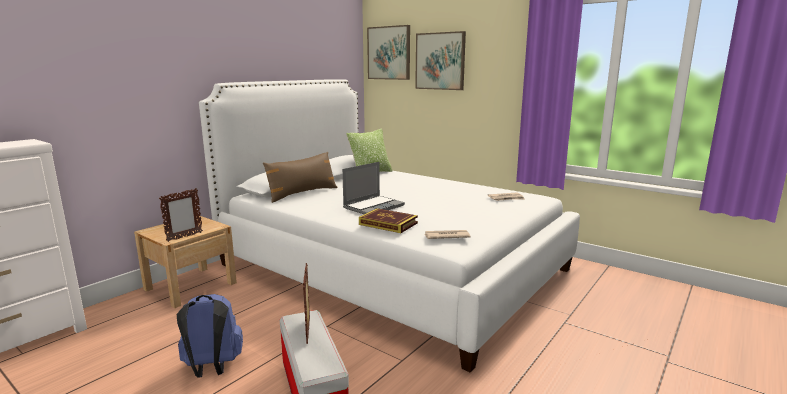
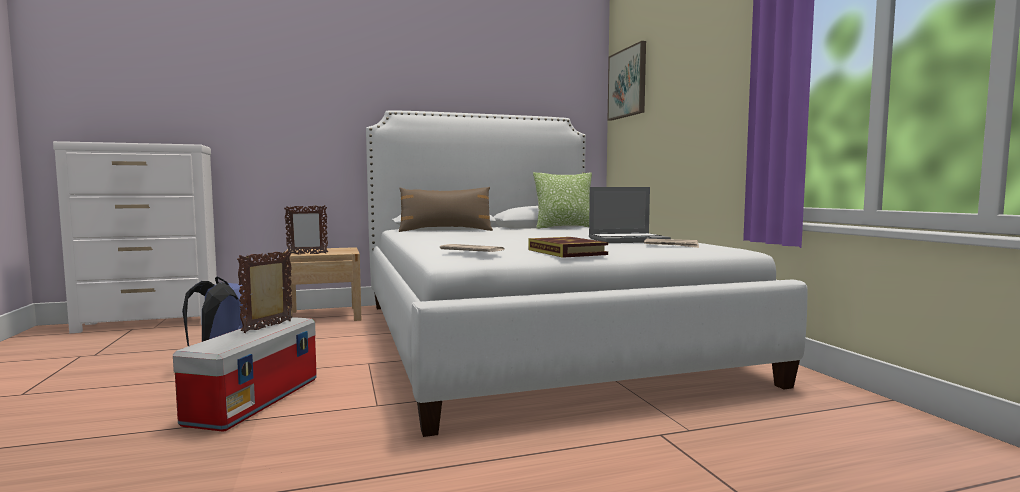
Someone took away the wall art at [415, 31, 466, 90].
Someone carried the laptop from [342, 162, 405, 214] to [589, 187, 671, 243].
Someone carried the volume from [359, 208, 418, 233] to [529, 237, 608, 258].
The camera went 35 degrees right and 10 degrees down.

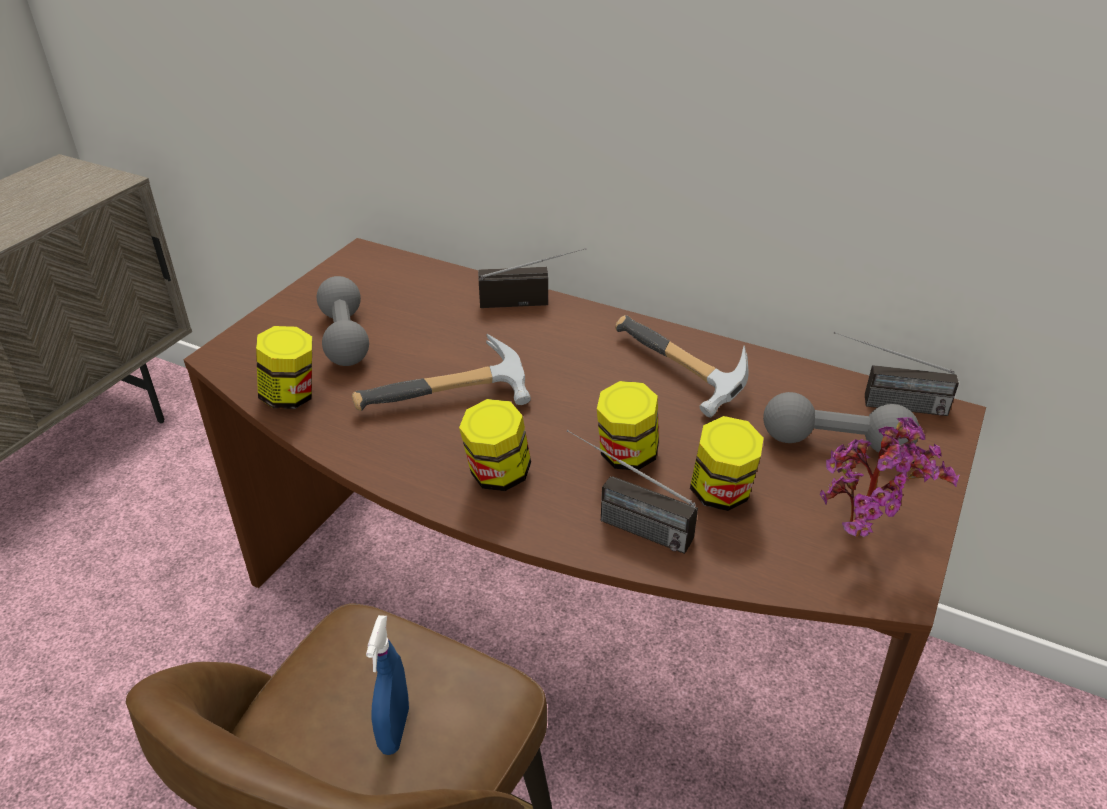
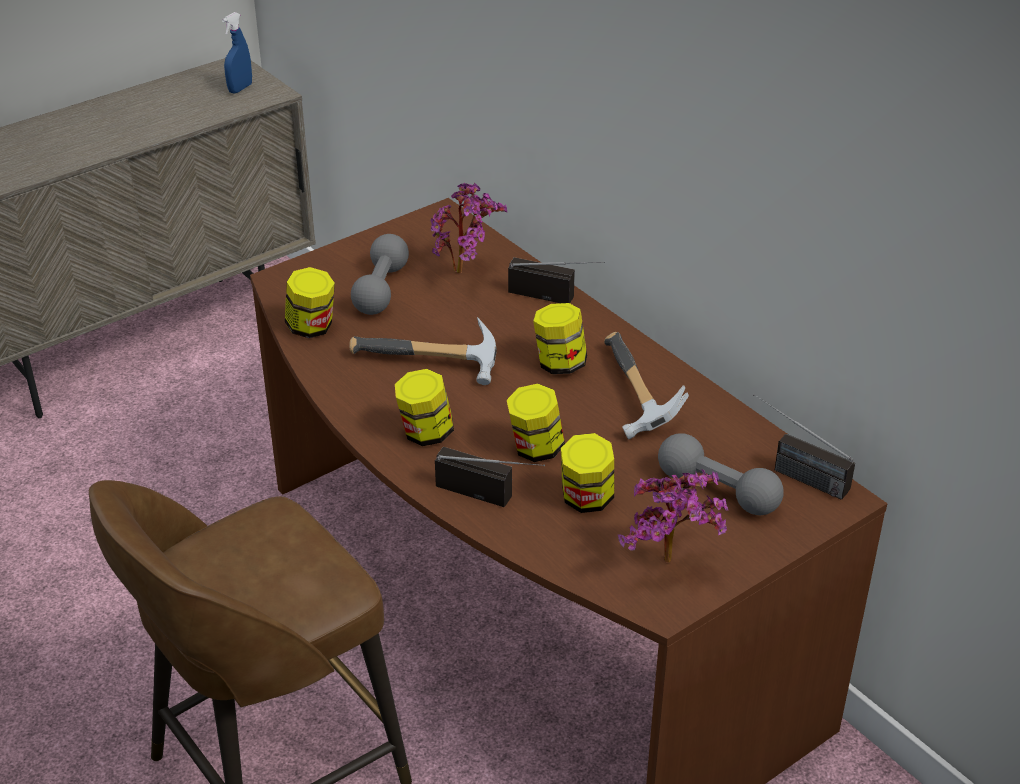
Someone put down the plant in a pot at [430, 183, 507, 273].
Someone put down the jar at [533, 303, 587, 374].
Someone carried the hand sprayer in bluish from [366, 615, 409, 755] to [222, 12, 252, 94].
Someone rotated the radio set at [567, 430, 698, 554] by 150 degrees clockwise.
The camera went 25 degrees right and 0 degrees up.

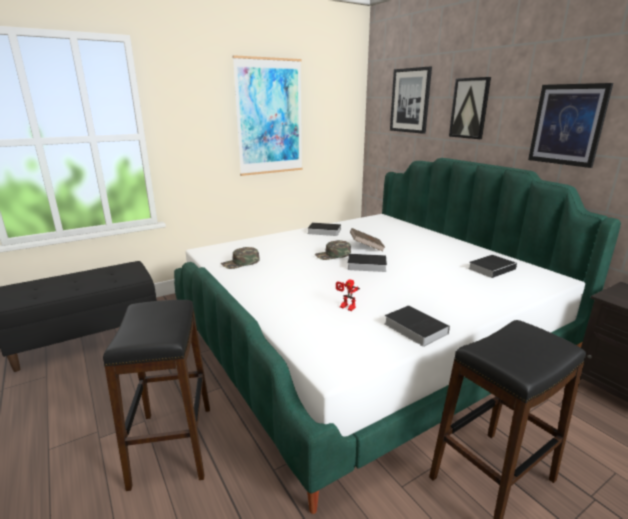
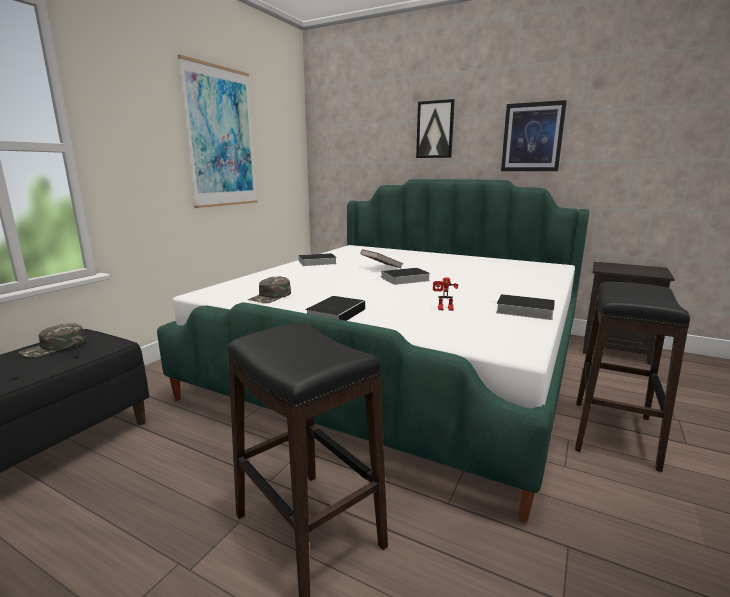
Someone took away the wall art at [390, 67, 432, 134].
Someone carried the cap in green from [315, 240, 351, 260] to [19, 323, 86, 357].
Someone carried the volume from [468, 255, 517, 278] to [305, 296, 365, 321].
The camera went 30 degrees left and 5 degrees down.

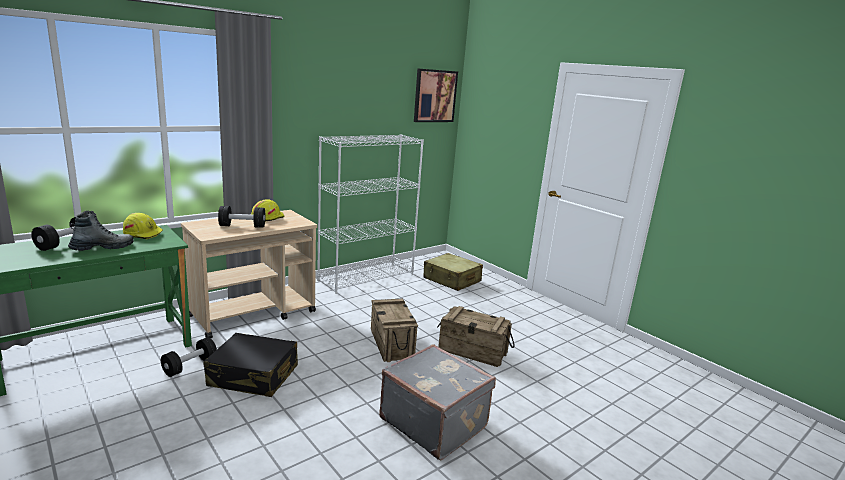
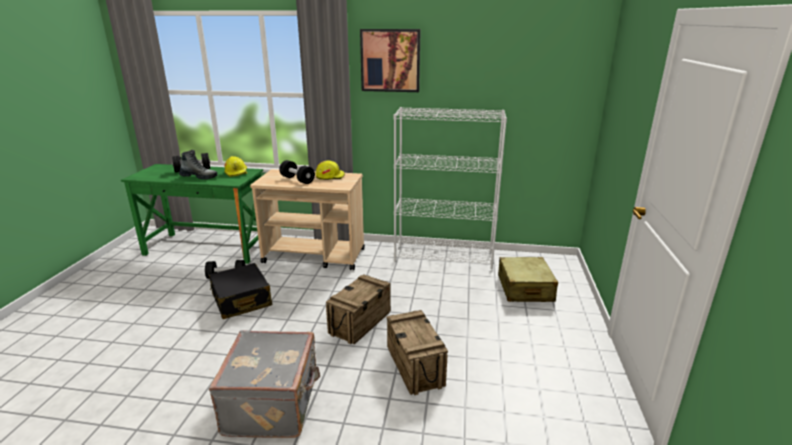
Someone carried the wall art from [414, 68, 458, 122] to [360, 29, 421, 92].
The camera went 50 degrees right and 5 degrees up.

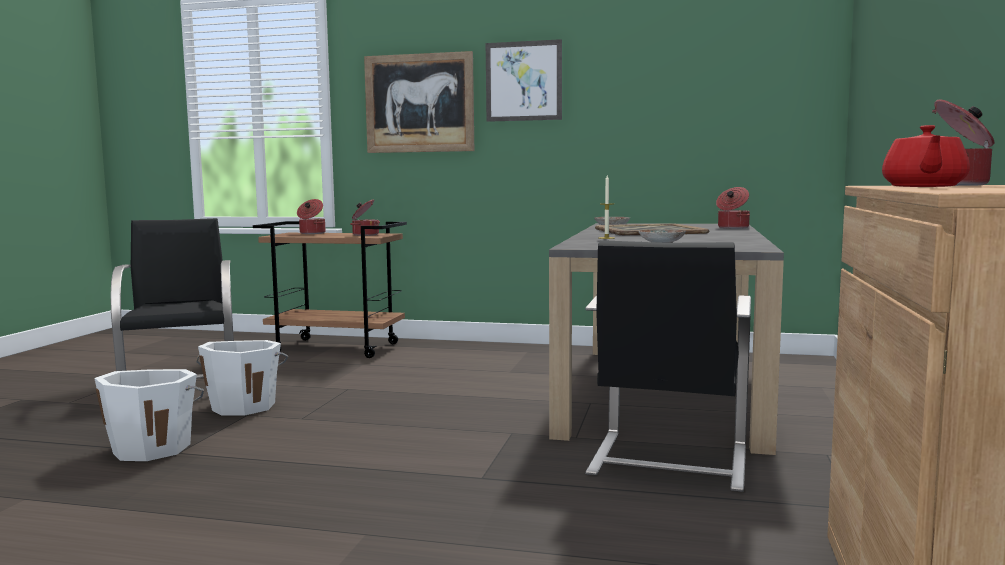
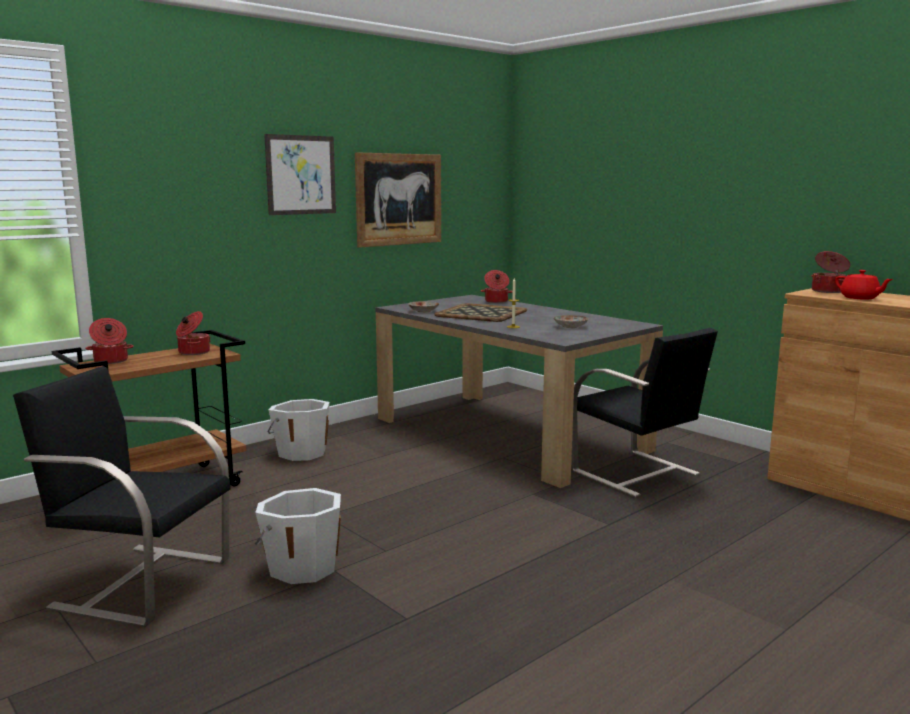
Someone carried the pail in whitish from [94, 369, 204, 461] to [268, 399, 330, 461].
Someone carried the wall art from [364, 51, 474, 153] to [355, 152, 441, 248].
The camera went 55 degrees left and 5 degrees up.

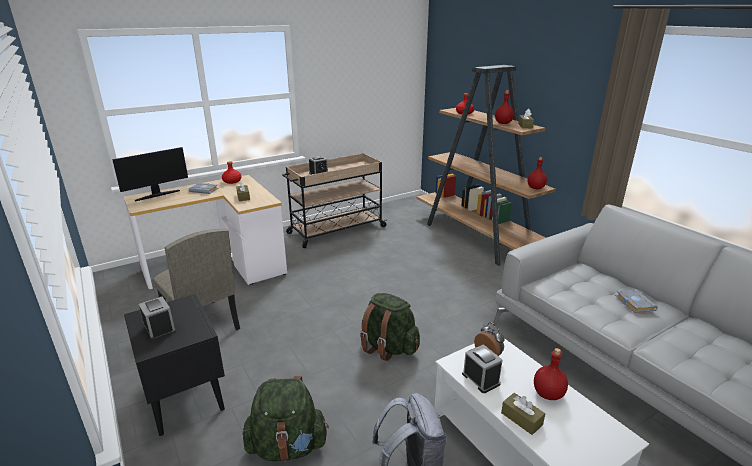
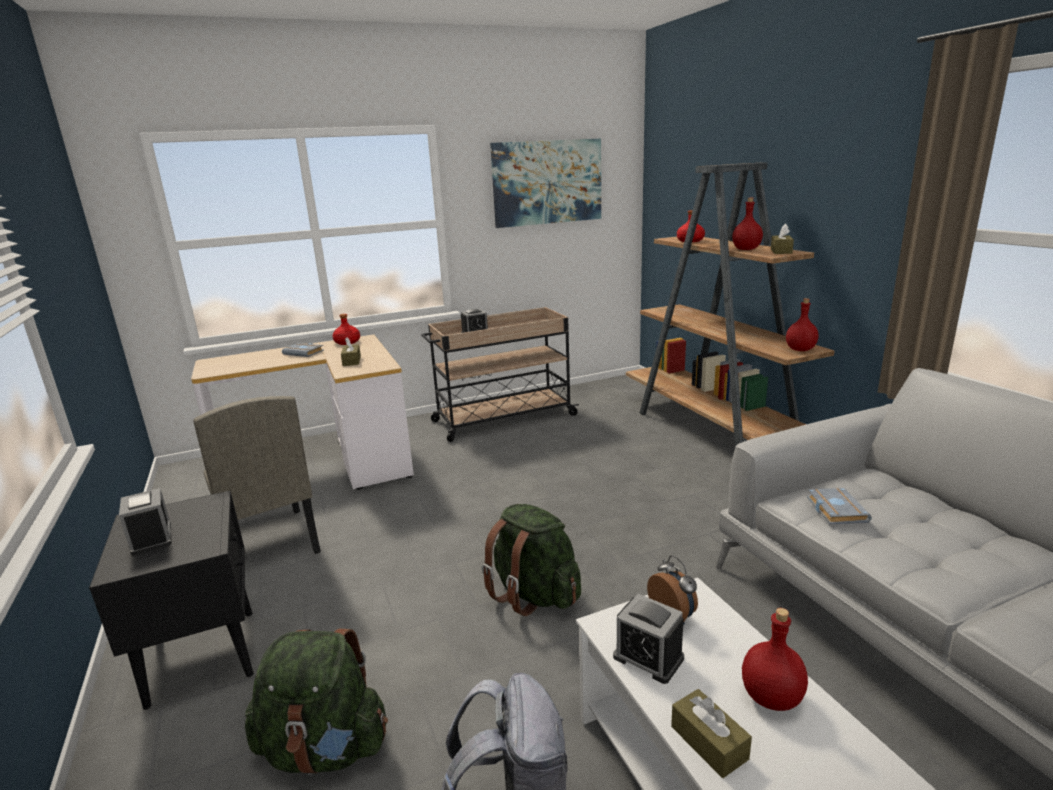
Someone took away the computer screen at [112, 147, 188, 201].
Someone put up the wall art at [490, 139, 601, 228].
Someone carried the volume in grey from [615, 289, 658, 313] to [807, 488, 872, 524].
Someone rotated the table clock at [462, 344, 503, 393] by 150 degrees clockwise.
The camera went 10 degrees right and 5 degrees down.

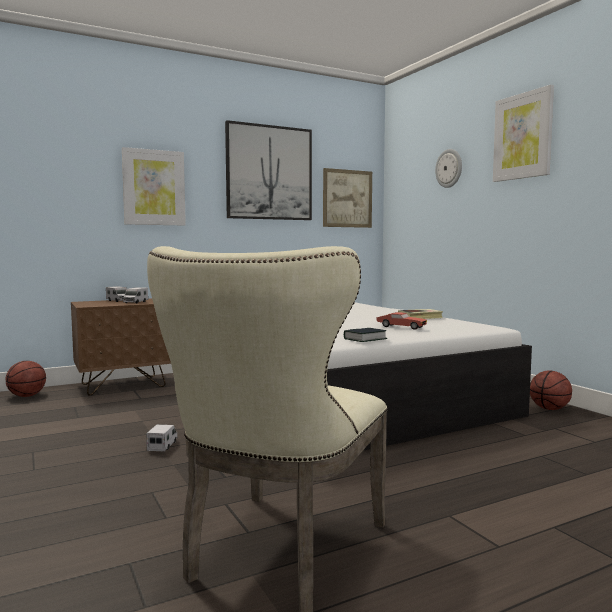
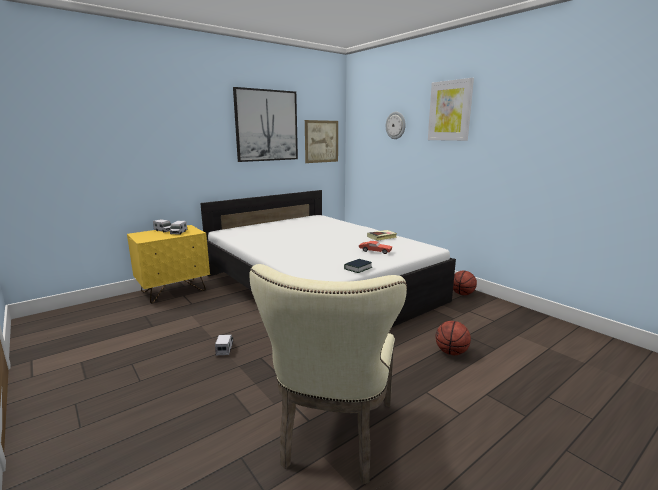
Someone took away the wall art at [122, 147, 186, 225].
Someone carried the ball for basketball from [5, 361, 46, 397] to [435, 321, 471, 355].
Someone repainted the night table in brown at [71, 298, 171, 396], which became the night table in yellow at [127, 225, 210, 303].
The camera went 10 degrees left and 10 degrees up.

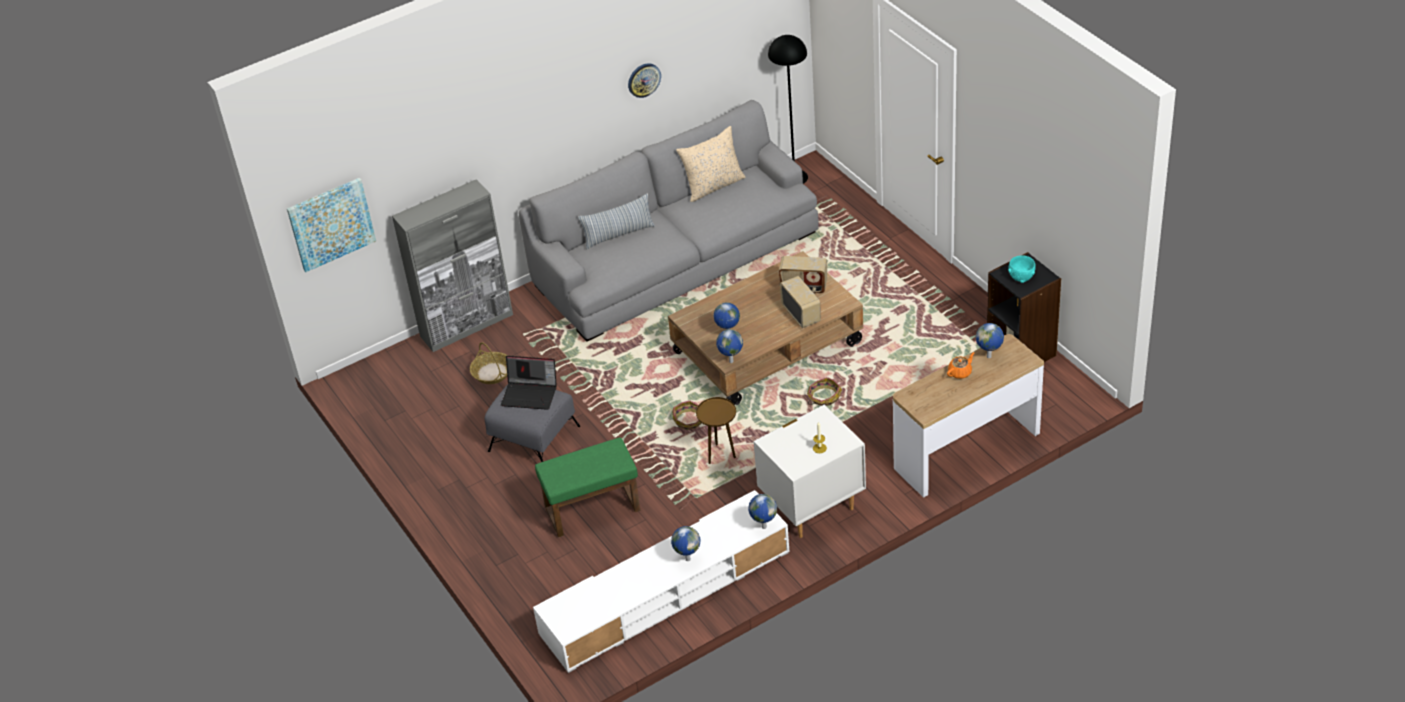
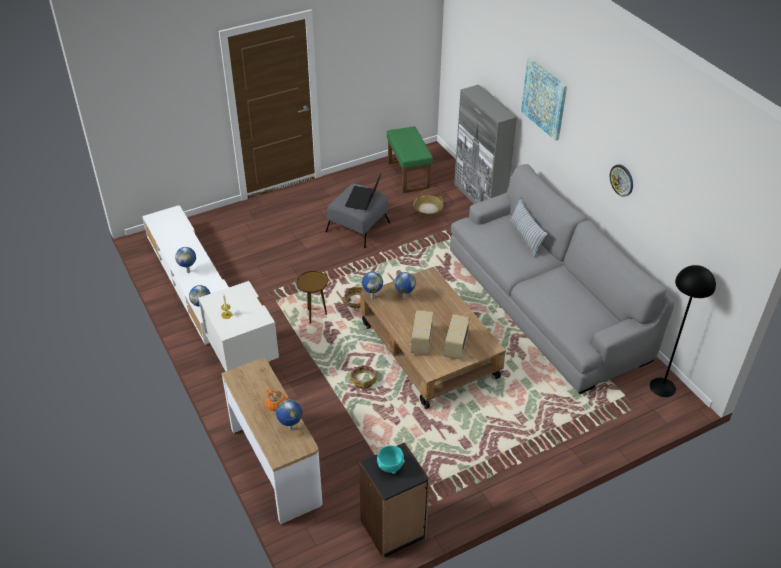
Someone took away the cushion in beige-coloured at [676, 126, 745, 202].
Someone carried the wall art from [287, 178, 376, 272] to [521, 58, 567, 140].
Someone carried the footrest in green from [535, 438, 640, 538] to [387, 126, 433, 193].
Someone rotated the radio set at [780, 276, 821, 328] by 120 degrees clockwise.
The camera went 90 degrees right and 0 degrees up.

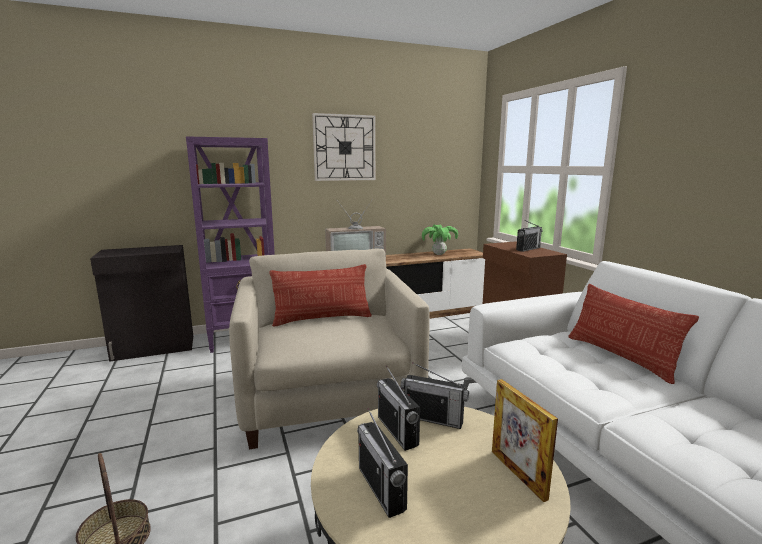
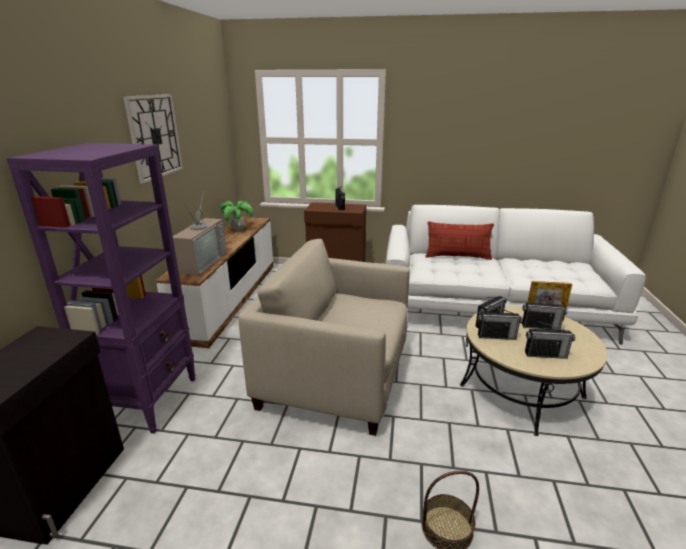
Someone took away the cushion at [269, 264, 372, 327].
Someone put down the radio set at [522, 295, 567, 330].
The camera went 60 degrees left and 10 degrees up.

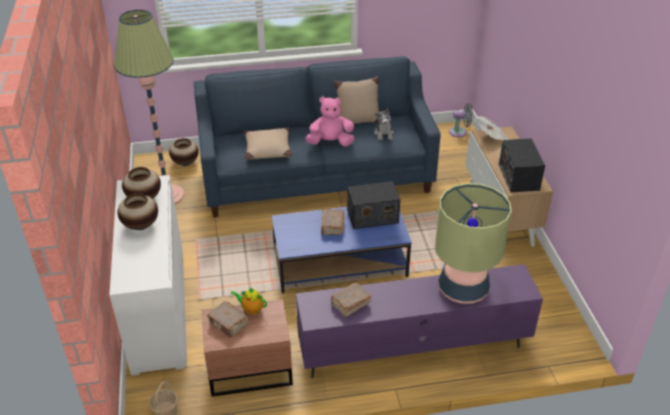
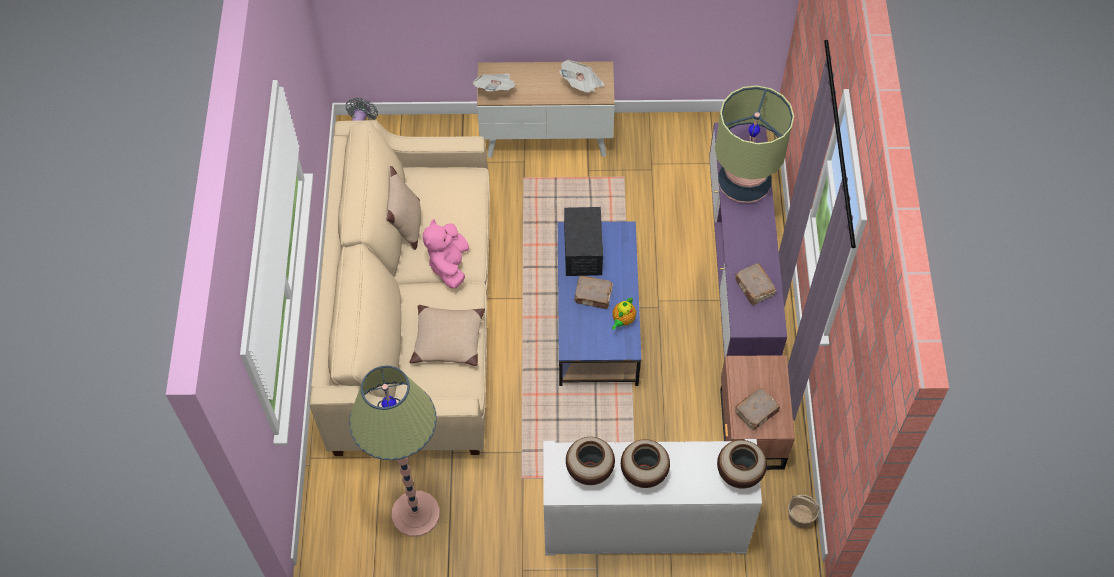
Someone took away the plush toy at [374, 108, 394, 140].
Someone carried the flower vase from [169, 138, 199, 166] to [717, 440, 767, 489].
Someone carried the pot for tea from [230, 287, 267, 314] to [612, 297, 636, 330].
Someone swapped the radio set at [499, 138, 545, 192] for the newspaper at [559, 60, 604, 93].
Someone repainted the sofa in bluish at [194, 56, 441, 217], which became the sofa in beige-coloured at [309, 120, 490, 456].
The camera went 80 degrees left and 20 degrees up.

